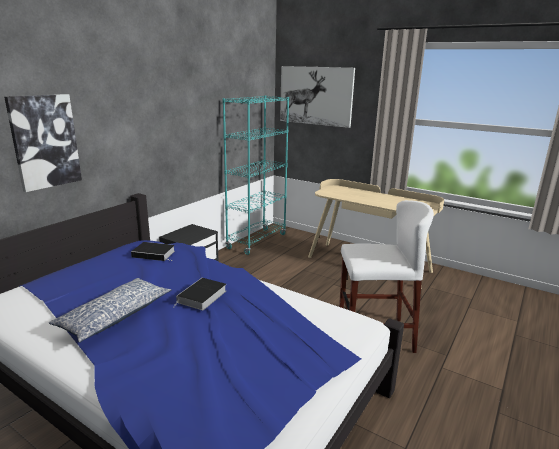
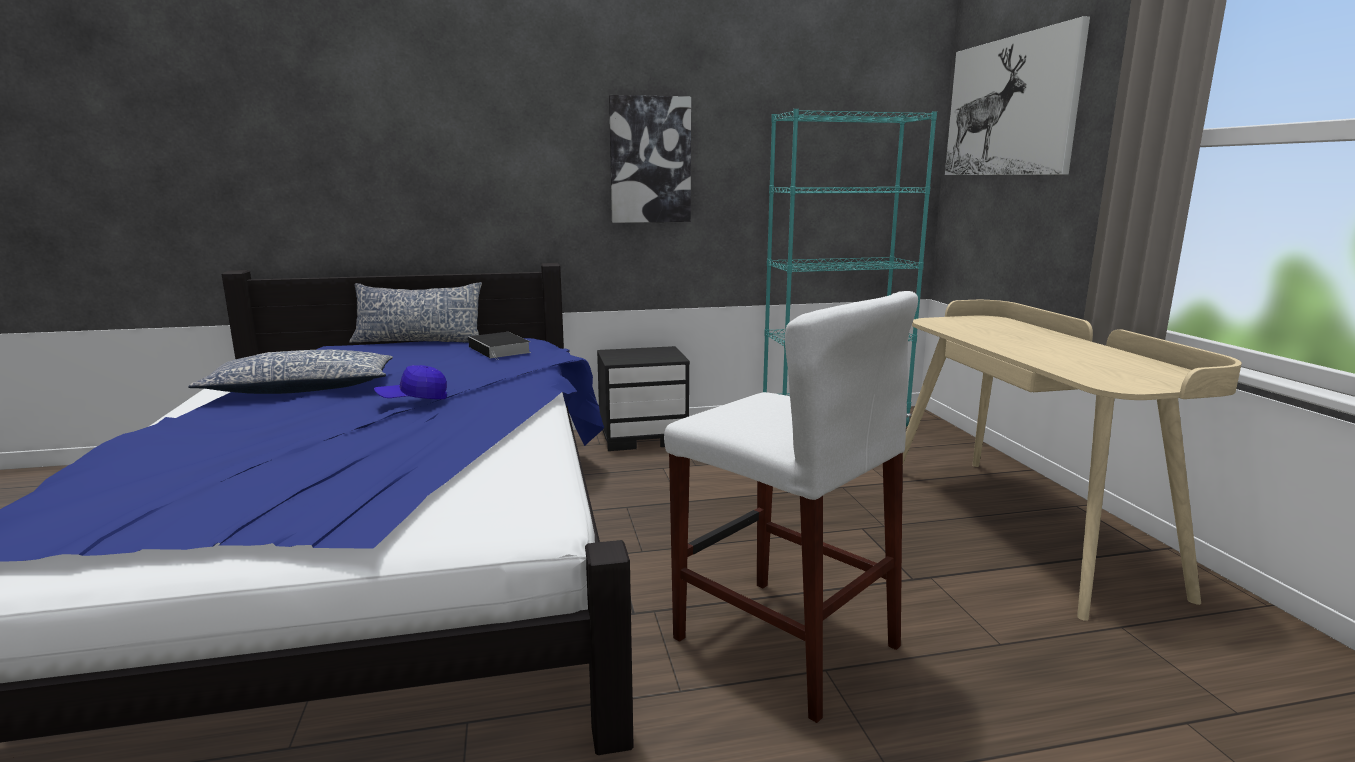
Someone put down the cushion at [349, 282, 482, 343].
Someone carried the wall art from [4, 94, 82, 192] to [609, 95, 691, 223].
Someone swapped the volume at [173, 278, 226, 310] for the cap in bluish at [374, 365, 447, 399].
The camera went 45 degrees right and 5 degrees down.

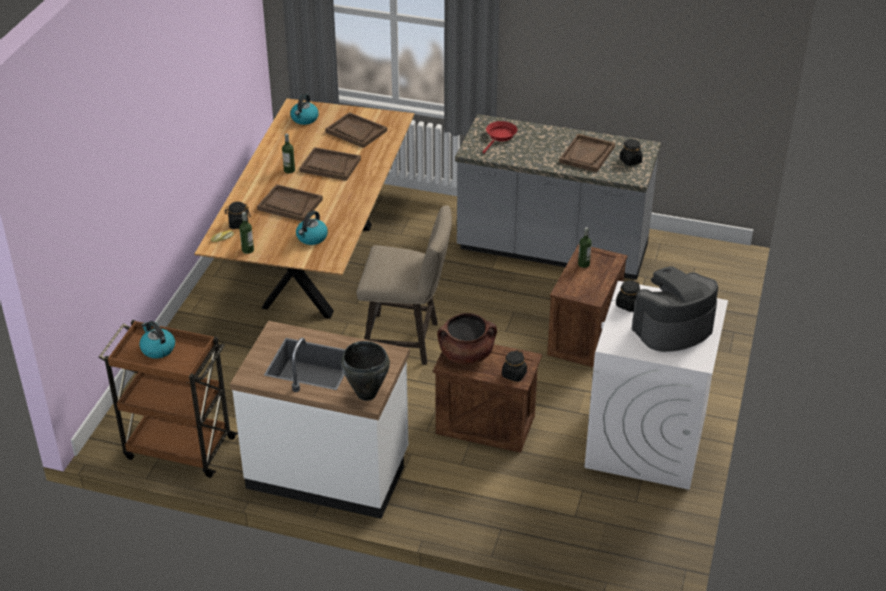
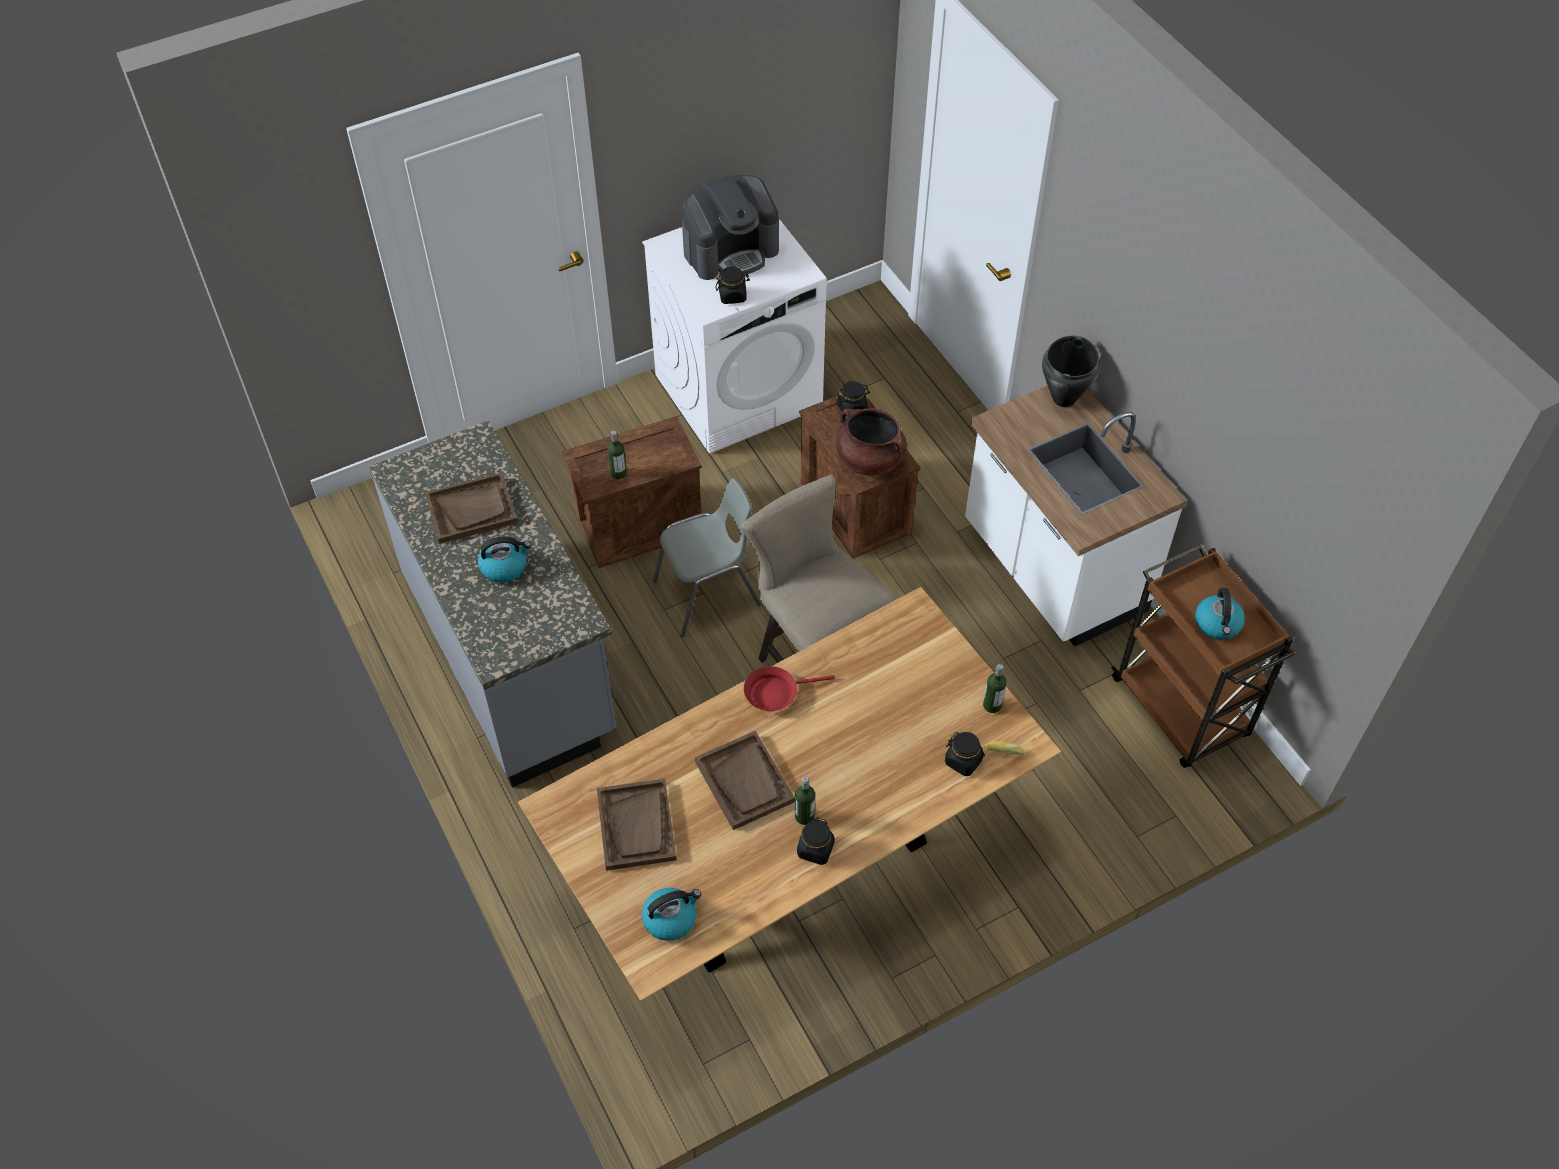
Someone took away the serving tray in brown at [257, 184, 323, 221].
Someone put down the upright chair in grey at [653, 478, 761, 637].
Someone carried the tea kettle from [296, 210, 328, 245] to [478, 536, 531, 583].
Someone carried the frying pan in red from [482, 121, 517, 154] to [744, 666, 835, 711].
Someone carried the jar in black-coloured from [620, 139, 643, 166] to [797, 817, 835, 865].
Someone rotated the coffee brewer at [632, 266, 718, 352] by 45 degrees counterclockwise.
The camera went 135 degrees left and 15 degrees up.

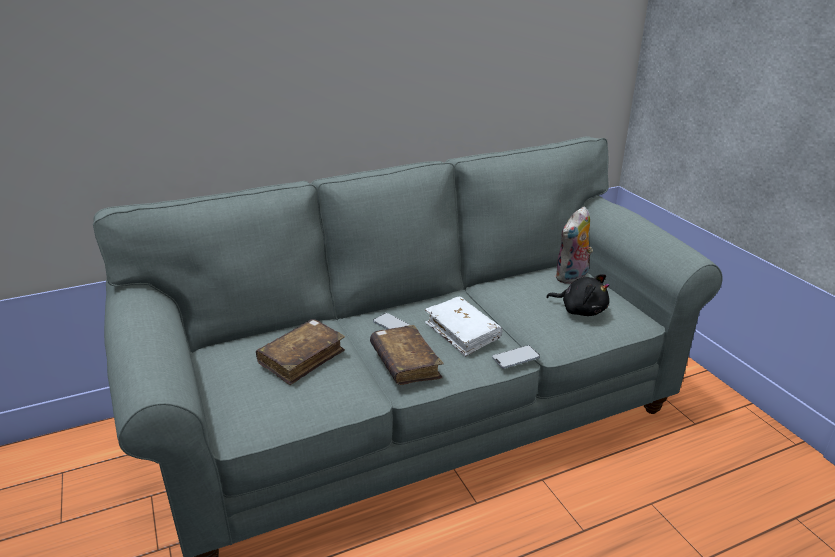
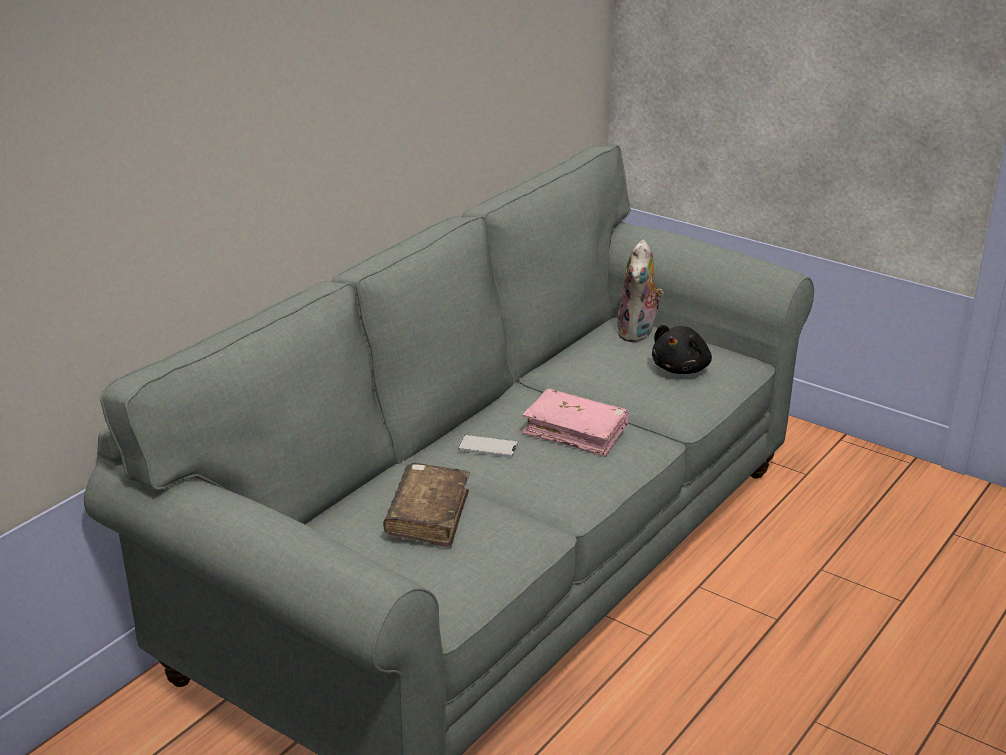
Someone took away the volume in brown at [370, 325, 444, 385].
Someone took away the handset at [492, 345, 540, 369].
Someone repainted the volume in whitish at [425, 297, 502, 357], which became the volume in pinkish at [522, 389, 629, 457].
Someone rotated the plush toy in black-coloured at [546, 274, 609, 316] by 120 degrees clockwise.
The camera went 30 degrees left and 0 degrees up.

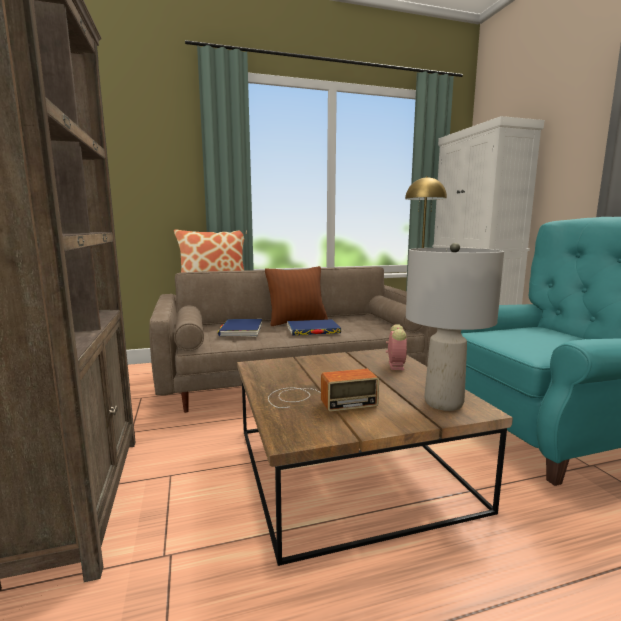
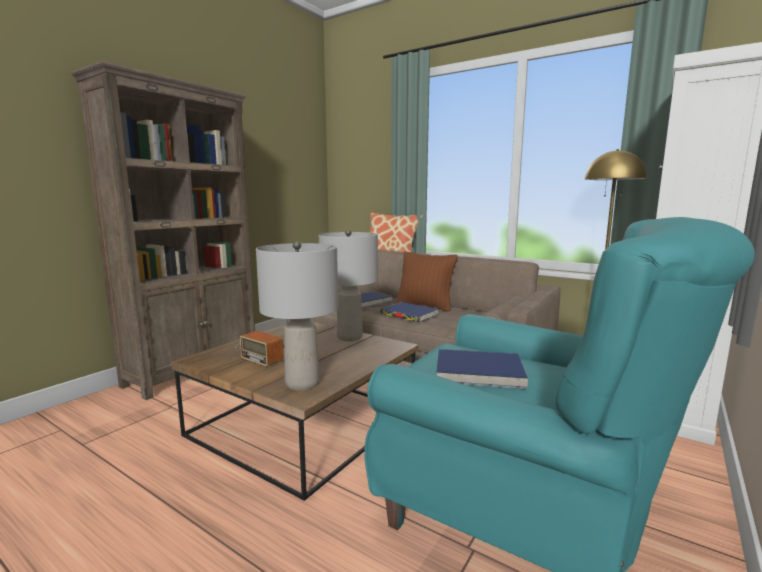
Someone took away the table clock at [386, 324, 407, 370].
Someone put down the lamp for a table in grey at [319, 230, 378, 341].
Someone put down the volume in bluish at [436, 349, 528, 389].
The camera went 50 degrees right and 0 degrees up.

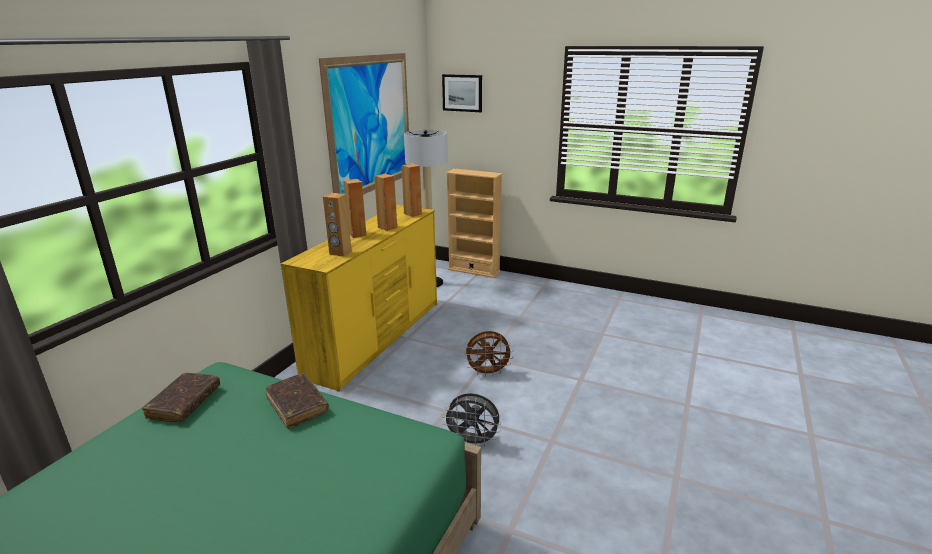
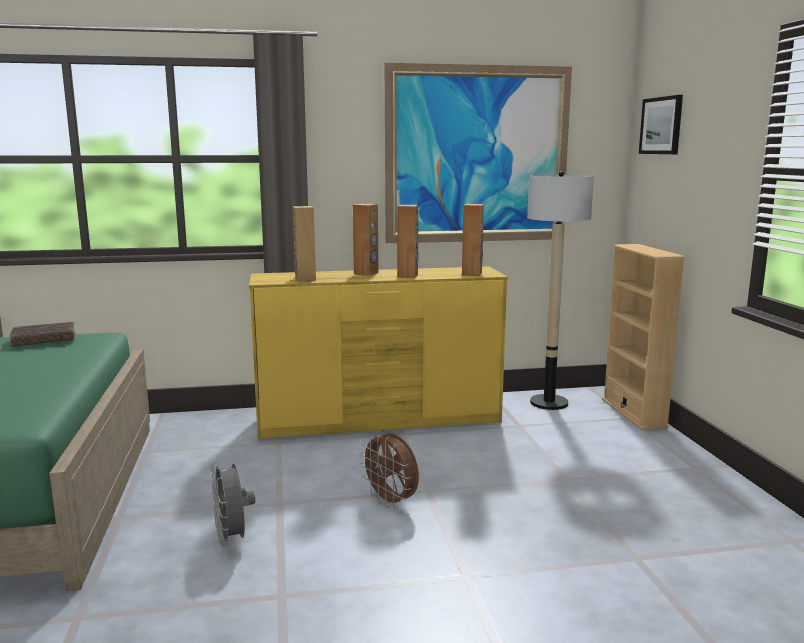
Someone took away the volume in brown at [266, 373, 329, 428].
The camera went 55 degrees right and 10 degrees down.

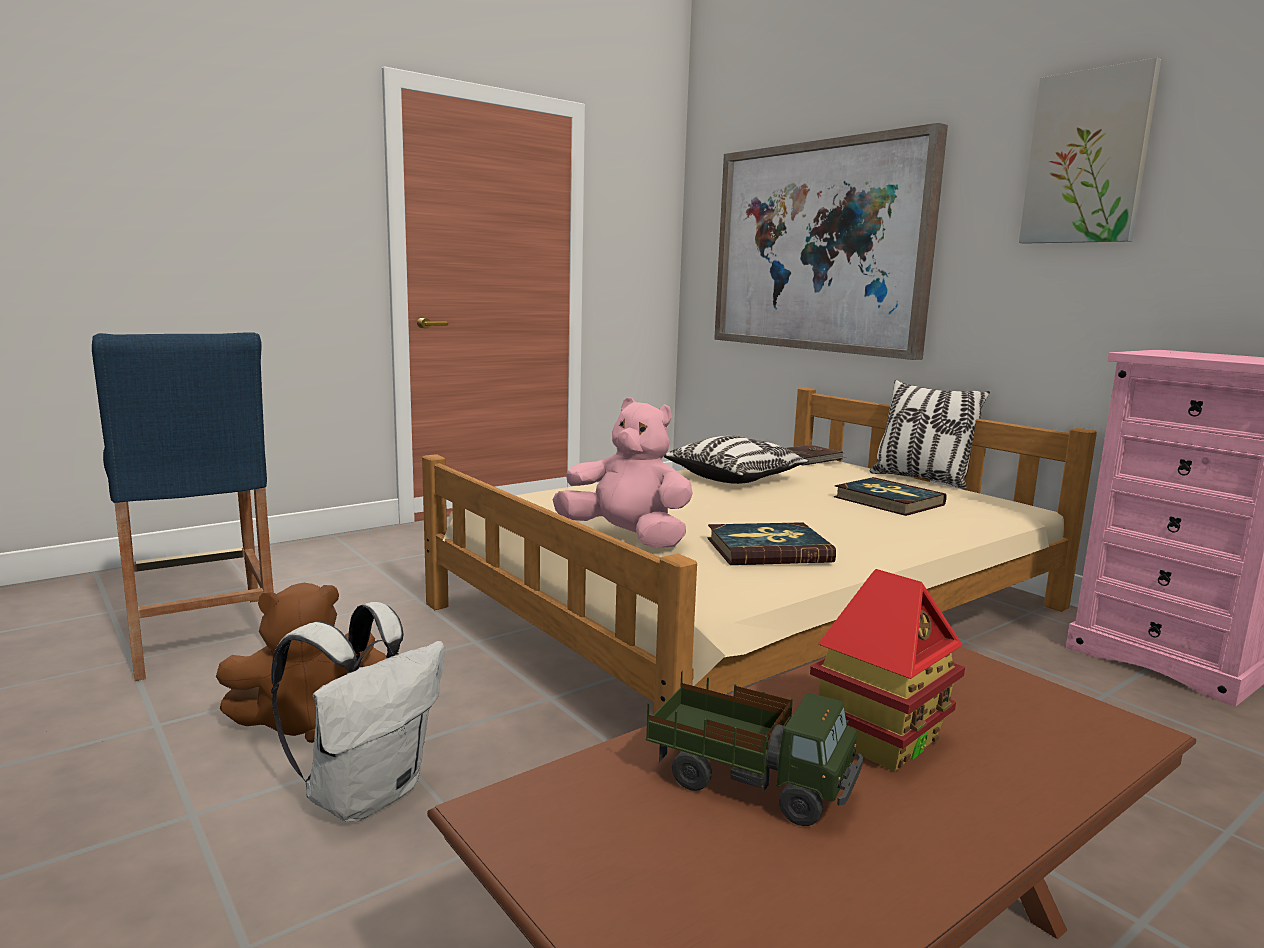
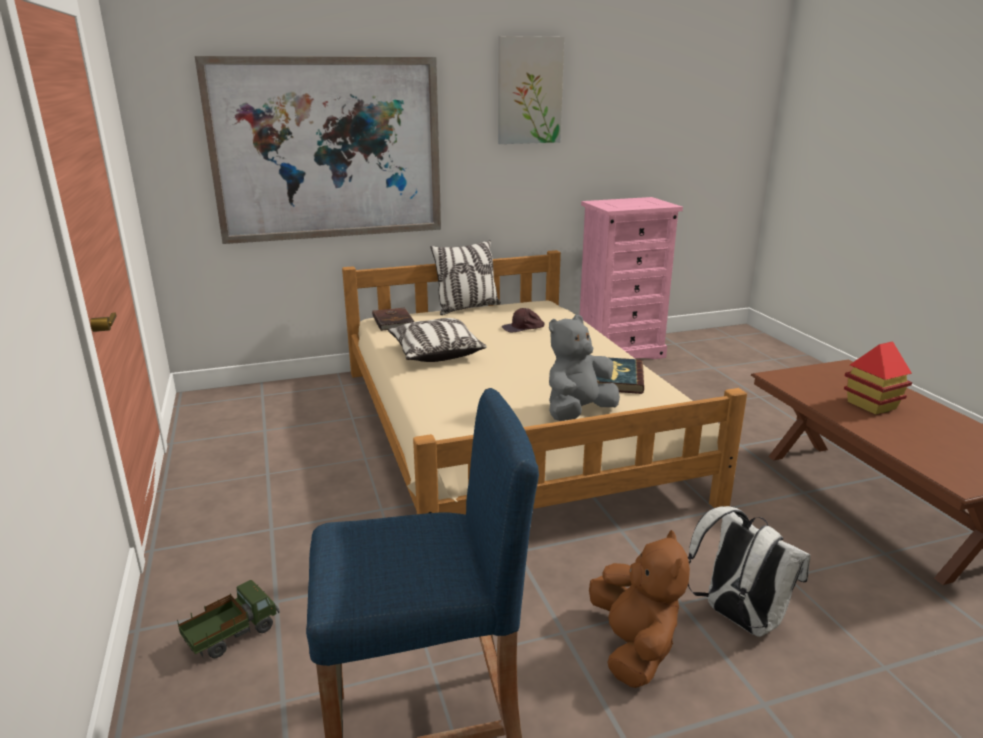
Someone carried the toy truck from [646, 671, 863, 826] to [177, 580, 280, 658].
Someone swapped the volume at [834, 477, 946, 516] for the cap in brown at [502, 308, 544, 332].
Someone repainted the plush toy in pinkish at [552, 398, 693, 548], which became the plush toy in grey at [549, 315, 620, 421].
The camera went 70 degrees left and 10 degrees up.

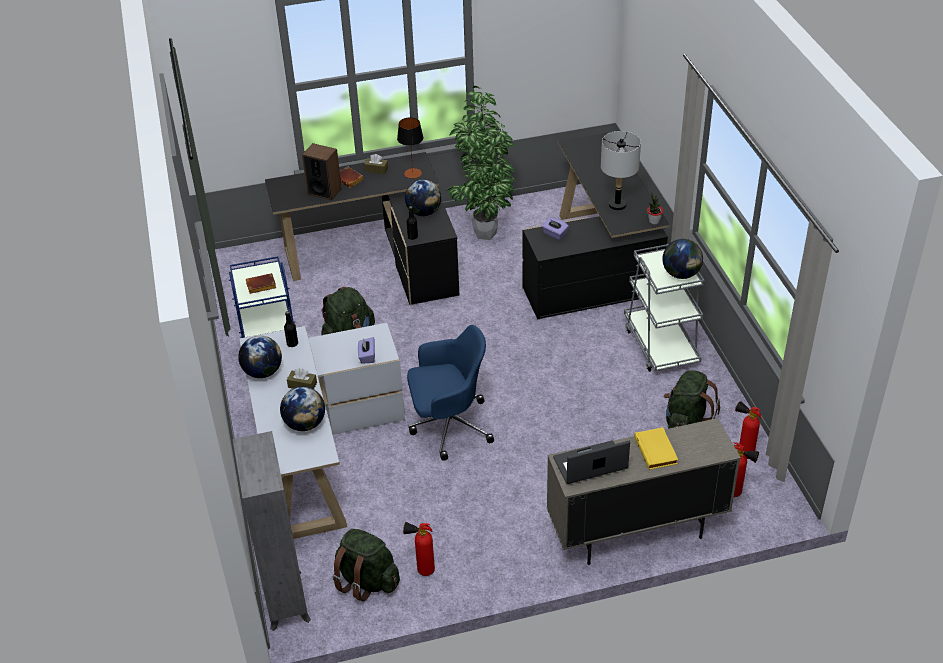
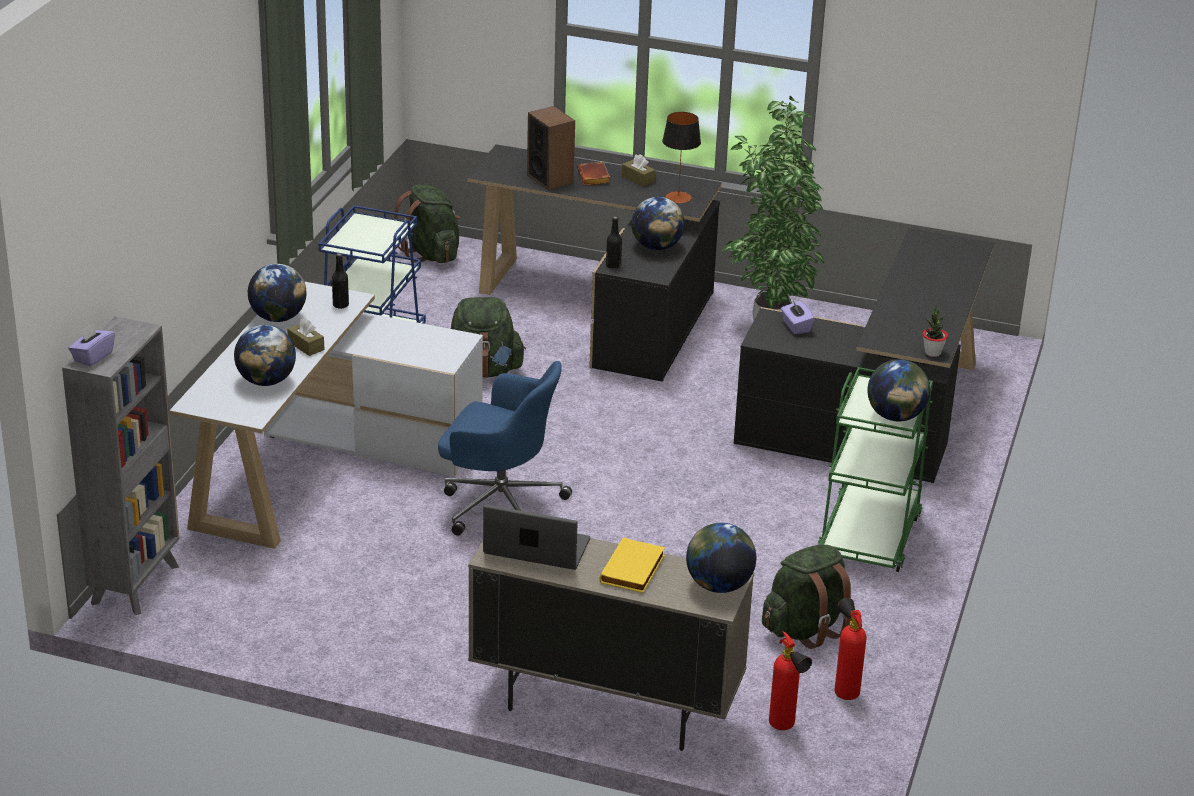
Someone took away the volume in brown at [246, 273, 276, 294].
Someone took away the extinguisher at [403, 522, 435, 576].
Someone took away the lamp for a table in grey at [601, 131, 641, 210].
Someone put down the globe at [686, 523, 756, 593].
Someone carried the knapsack in green from [332, 529, 400, 602] to [394, 184, 460, 263].
Someone carried the box of tissues in purple from [358, 337, 375, 364] to [68, 324, 115, 366].
Someone repainted the trolley in grey at [624, 244, 704, 372], which became the trolley in green at [818, 367, 933, 572].
The camera went 30 degrees right and 10 degrees down.

